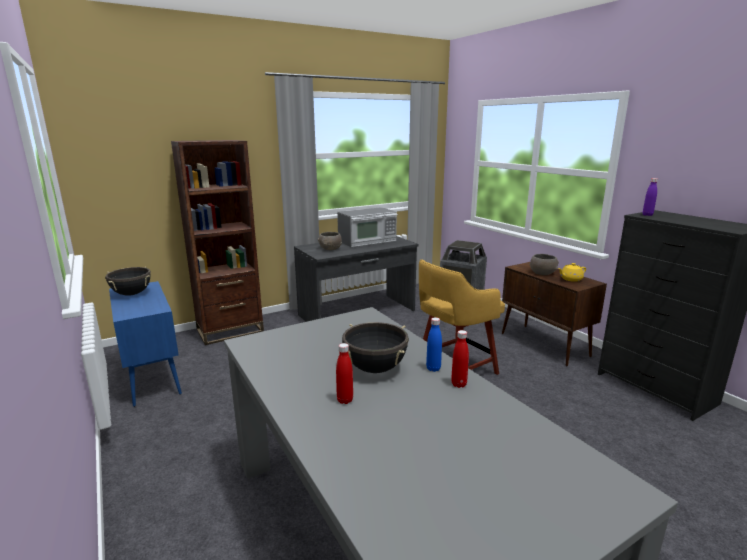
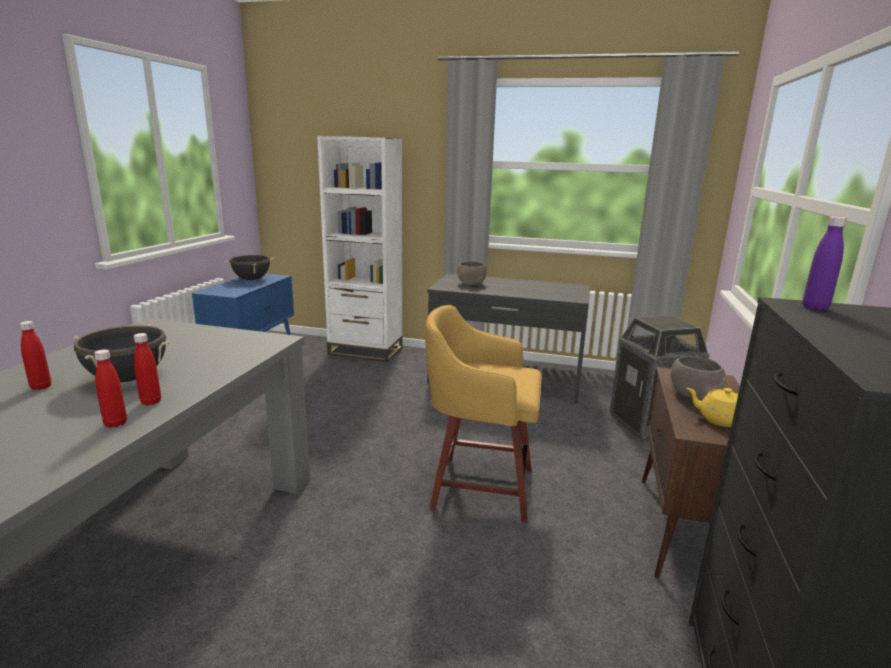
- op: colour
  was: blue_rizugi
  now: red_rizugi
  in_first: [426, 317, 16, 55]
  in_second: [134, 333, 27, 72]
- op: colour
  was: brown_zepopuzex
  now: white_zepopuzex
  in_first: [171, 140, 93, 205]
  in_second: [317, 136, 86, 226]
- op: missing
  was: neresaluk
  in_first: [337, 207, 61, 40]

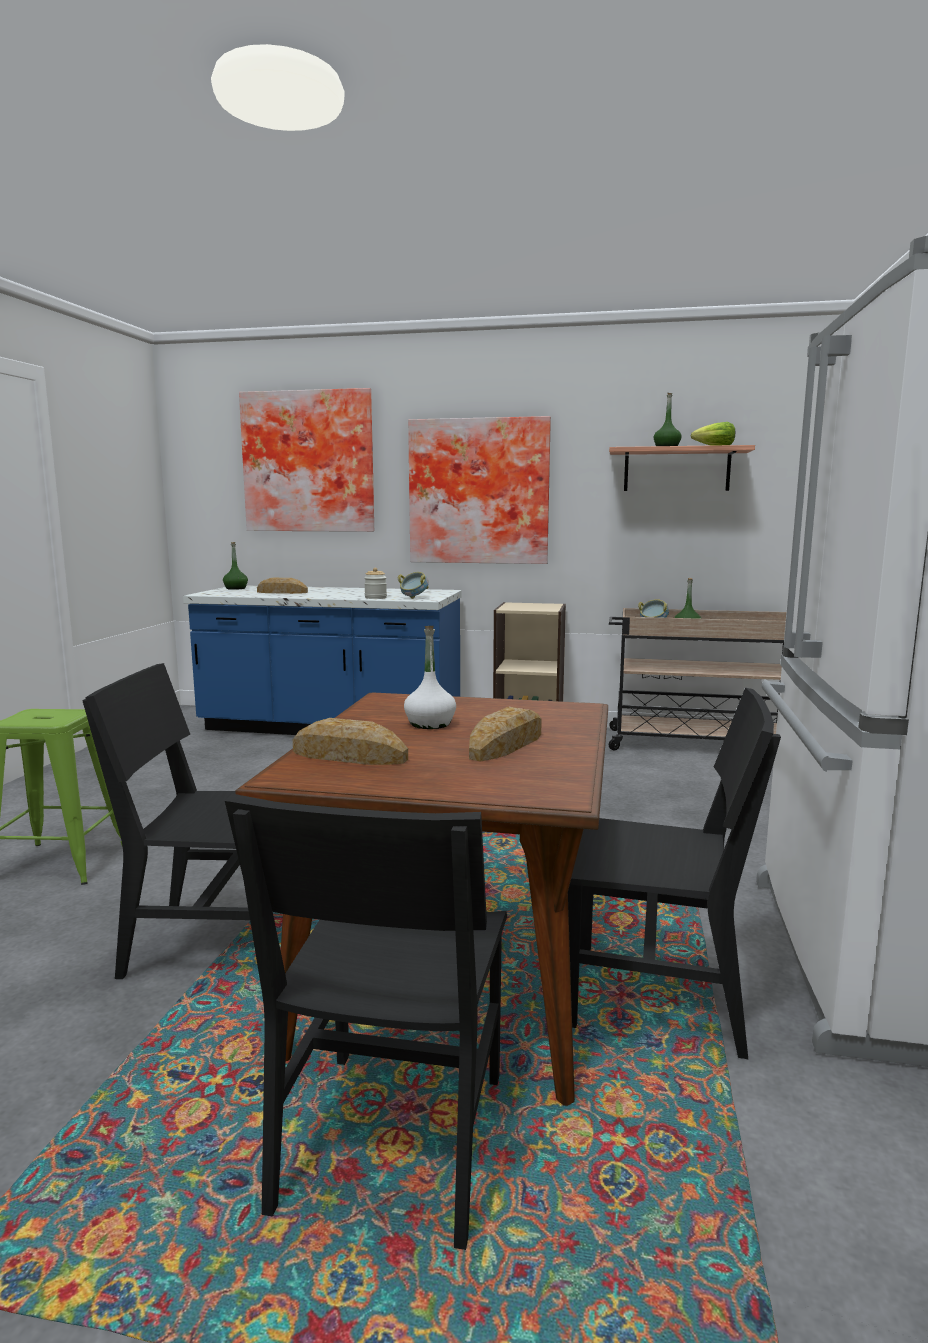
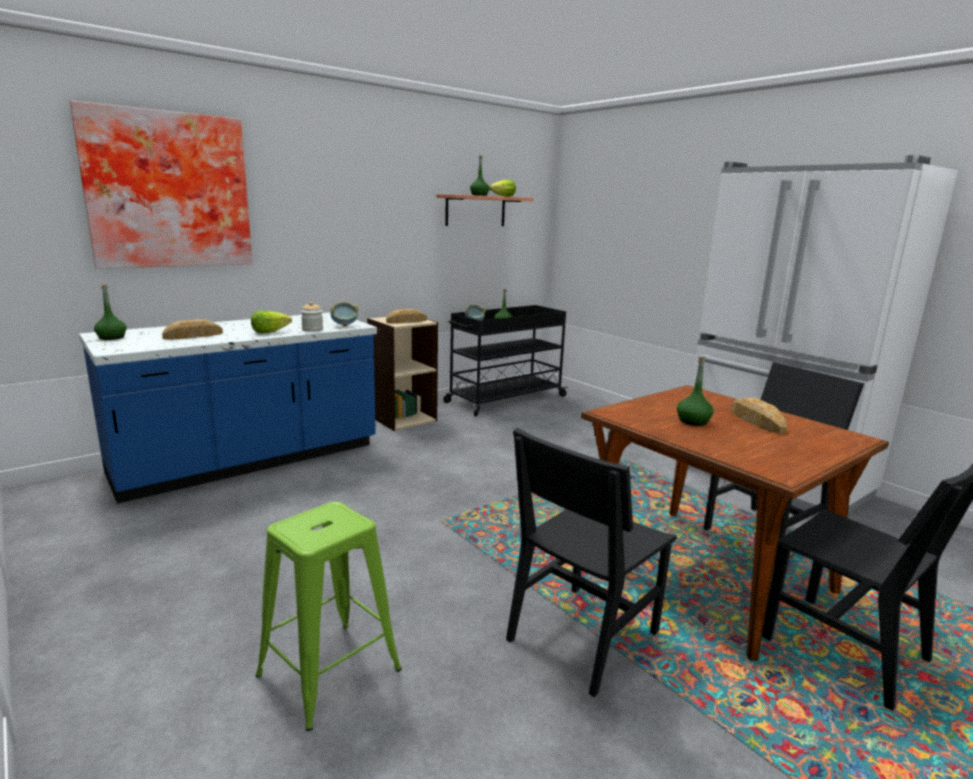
- op: appeared
  now: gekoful
  in_second: [251, 311, 41, 23]
- op: relocated
  was: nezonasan
  in_first: [293, 718, 115, 47]
  in_second: [386, 309, 41, 14]
- op: colour
  was: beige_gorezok
  now: black_gorezok
  in_first: [609, 608, 177, 143]
  in_second: [443, 305, 125, 111]
- op: colour
  was: white_rizugi
  now: green_rizugi
  in_first: [404, 626, 52, 103]
  in_second: [677, 356, 37, 70]
- op: missing
  was: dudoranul
  in_first: [408, 416, 143, 148]

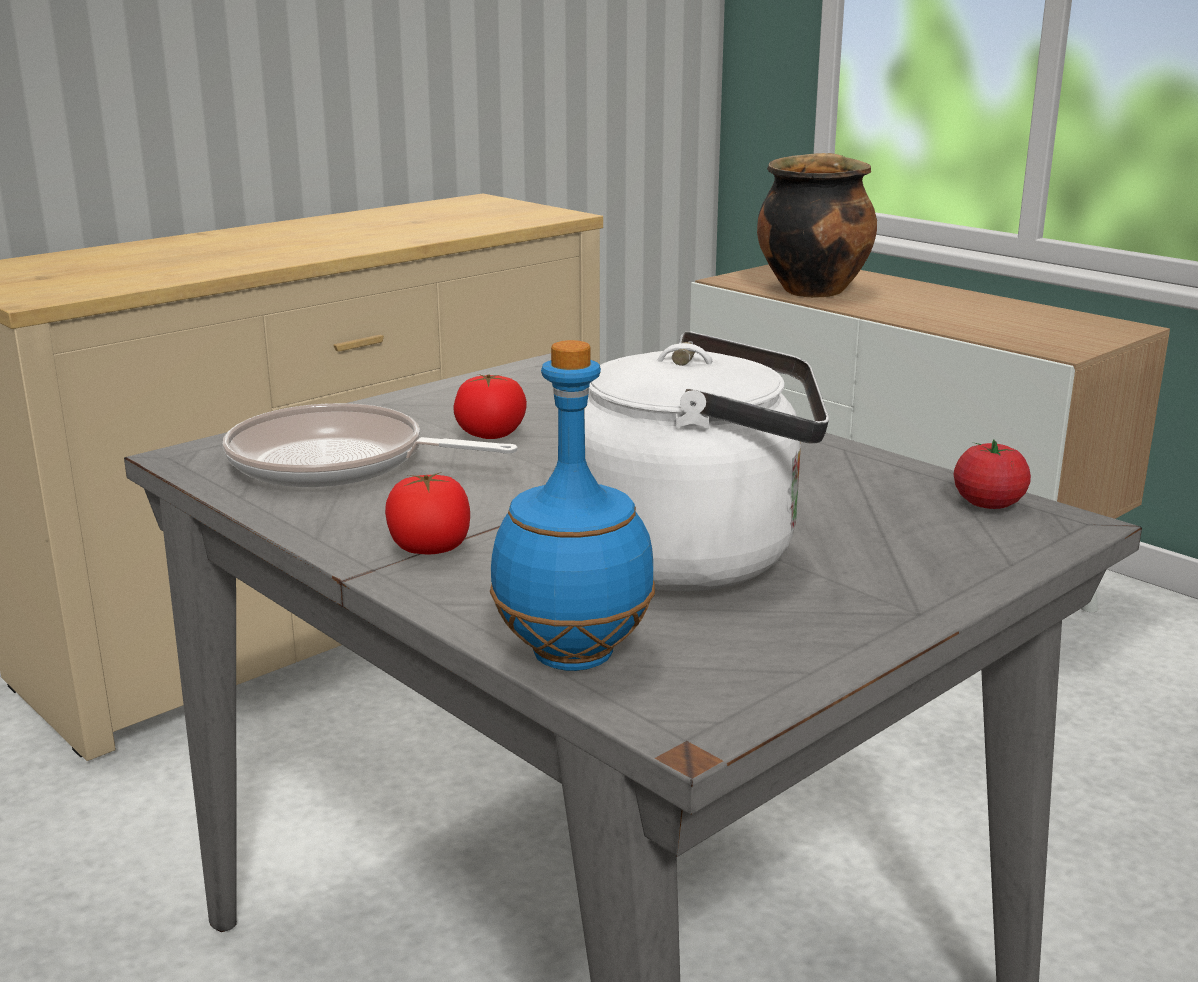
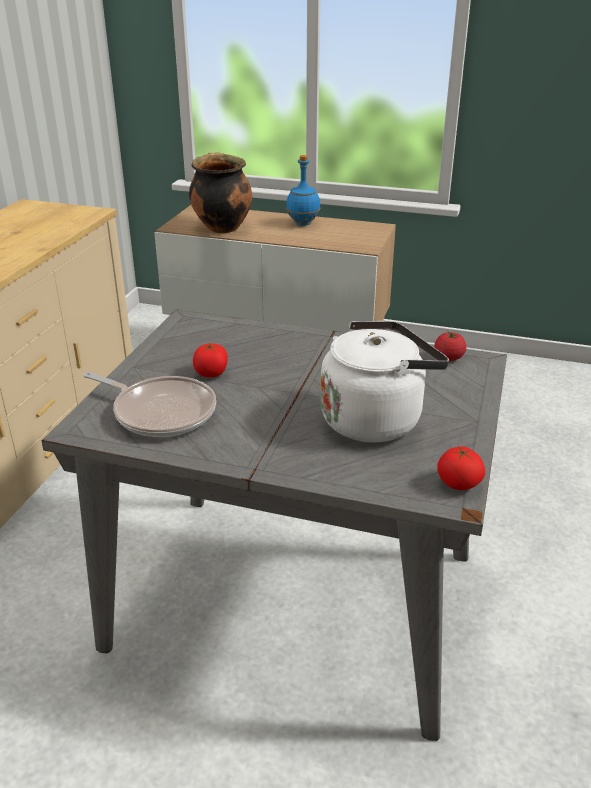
- op: spun
  was: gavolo
  in_first: [223, 403, 294, 84]
  in_second: [83, 372, 133, 65]
  clockwise: -135
- op: relocated
  was: blue_rizugi
  in_first: [490, 340, 165, 331]
  in_second: [286, 155, 34, 71]
- op: relocated
  was: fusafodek
  in_first: [385, 472, 85, 82]
  in_second: [437, 446, 48, 44]

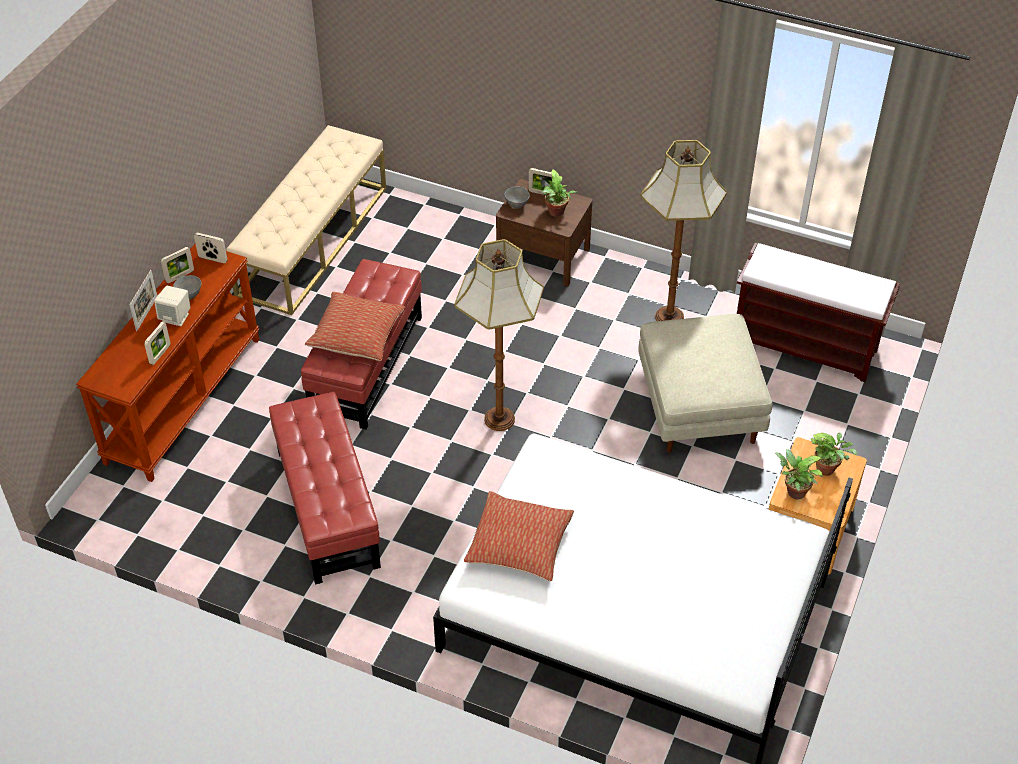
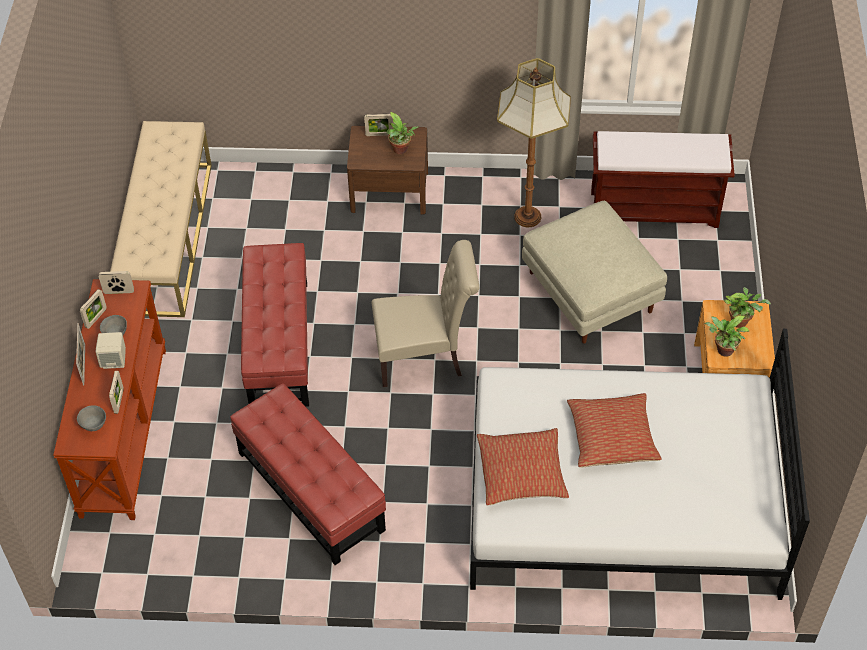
- op: relocated
  was: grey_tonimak
  in_first: [504, 186, 26, 22]
  in_second: [77, 405, 29, 26]
- op: exchanged
  was: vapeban
  now: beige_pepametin
  in_first: [454, 239, 90, 192]
  in_second: [372, 240, 107, 147]
- op: relocated
  was: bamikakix
  in_first: [305, 292, 100, 69]
  in_second: [567, 393, 94, 75]

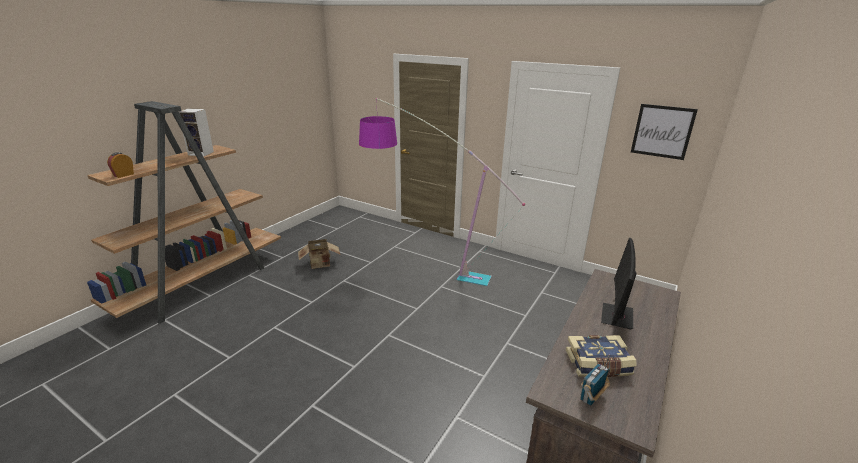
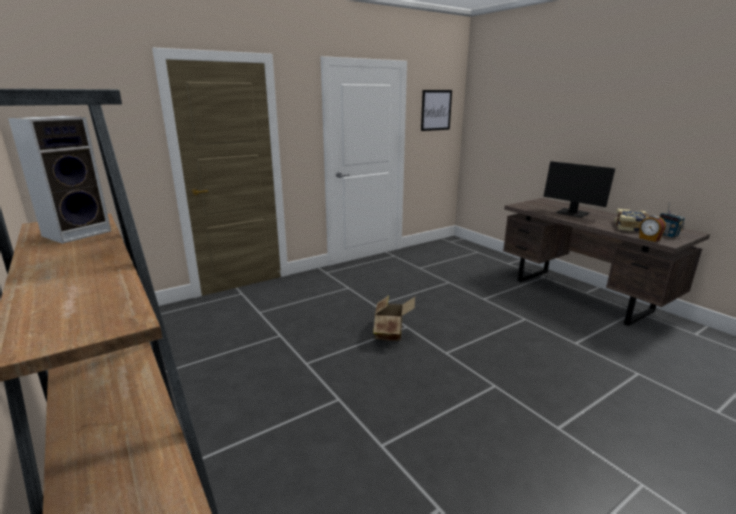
- op: relocated
  was: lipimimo
  in_first: [298, 239, 43, 30]
  in_second: [373, 295, 42, 46]
- op: relocated
  was: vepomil
  in_first: [107, 152, 27, 26]
  in_second: [639, 216, 27, 26]
- op: missing
  was: vapeban
  in_first: [359, 98, 166, 188]

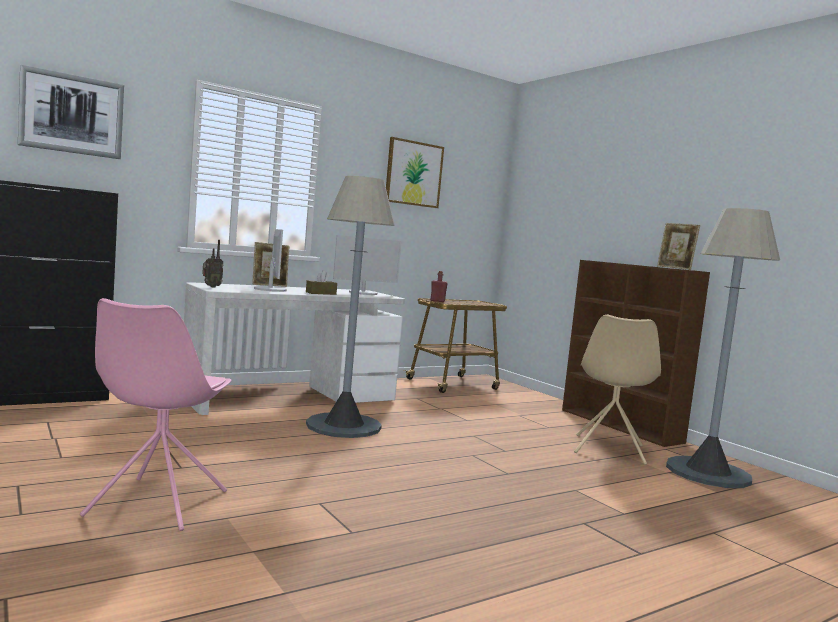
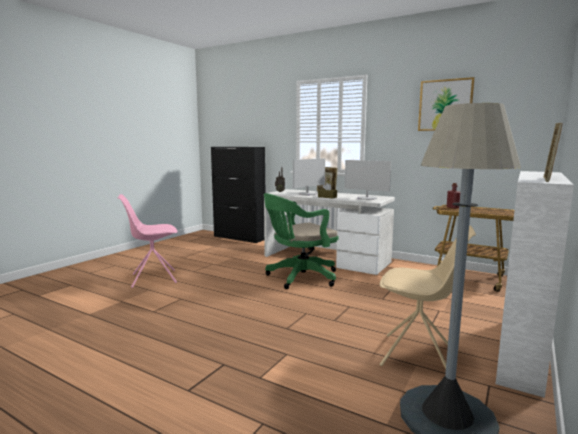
- op: exchanged
  was: grey_vapeban
  now: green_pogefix
  in_first: [306, 176, 89, 262]
  in_second: [264, 193, 75, 96]
- op: spun
  was: beige_pepametin
  in_first: [574, 315, 87, 150]
  in_second: [379, 226, 97, 143]
  clockwise: -150
- op: colour
  was: brown_zepopuzex
  now: white_zepopuzex
  in_first: [562, 260, 148, 187]
  in_second: [496, 171, 78, 227]
- op: missing
  was: dudoranul
  in_first: [18, 65, 106, 94]

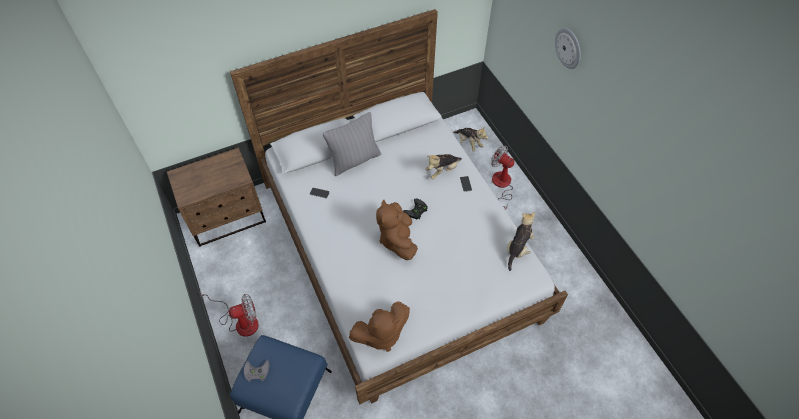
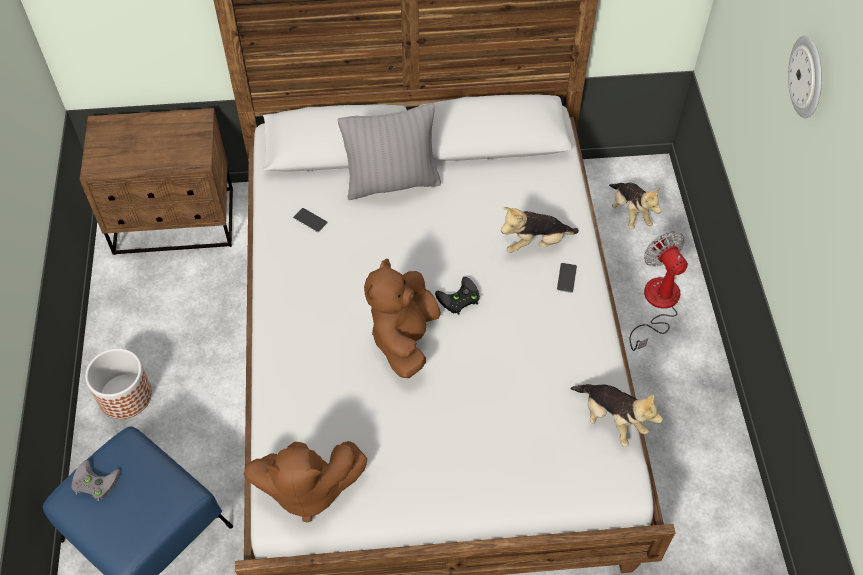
- op: exchanged
  was: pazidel
  now: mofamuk
  in_first: [200, 291, 59, 46]
  in_second: [85, 348, 67, 71]
- op: spun
  was: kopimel
  in_first: [507, 212, 28, 59]
  in_second: [570, 384, 93, 63]
  clockwise: 90

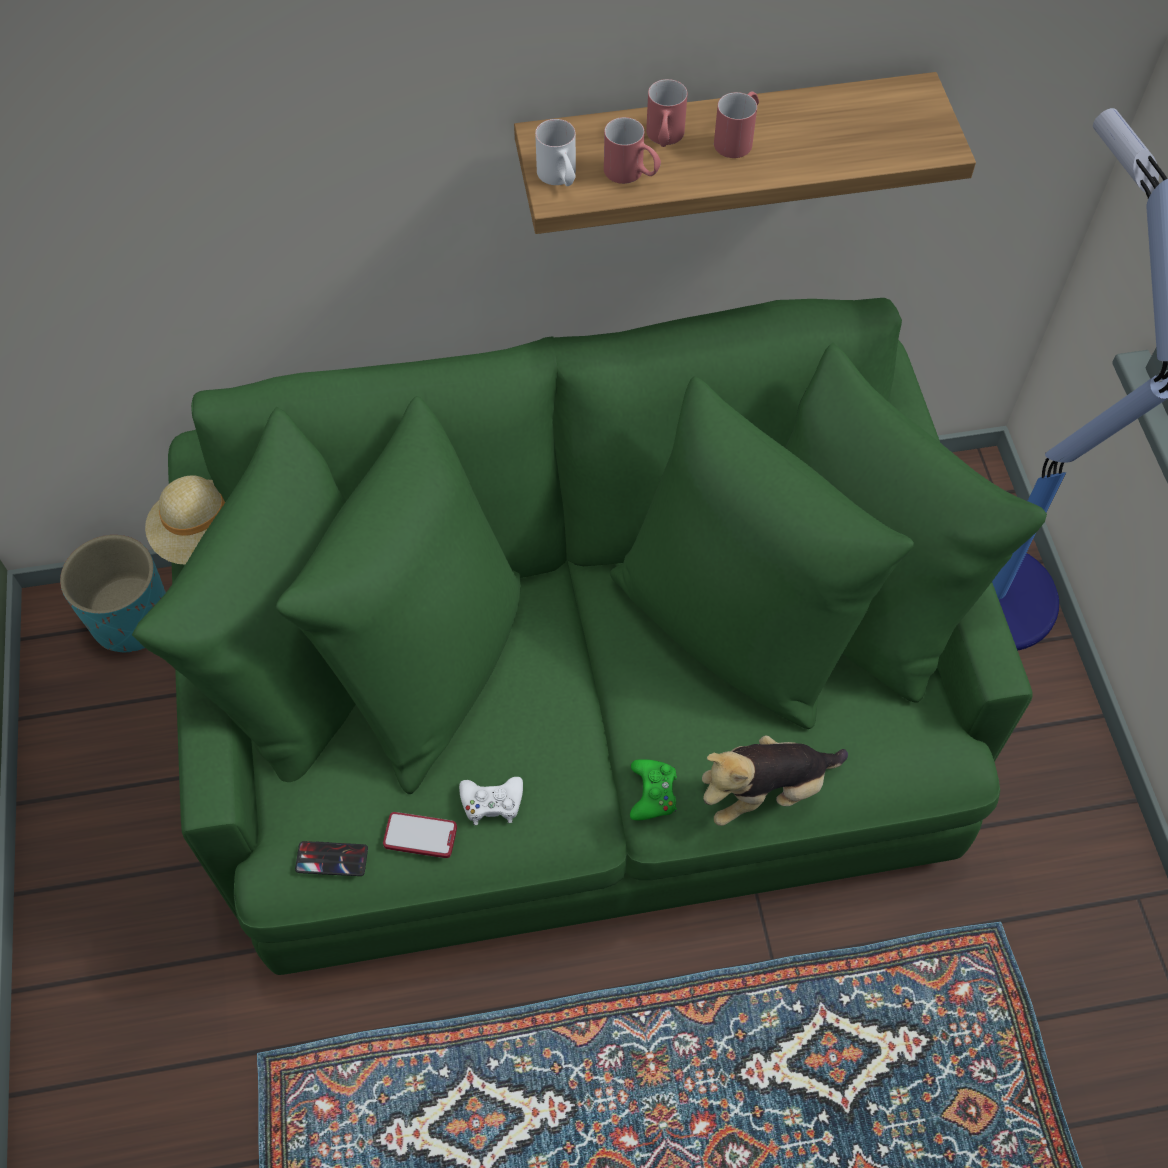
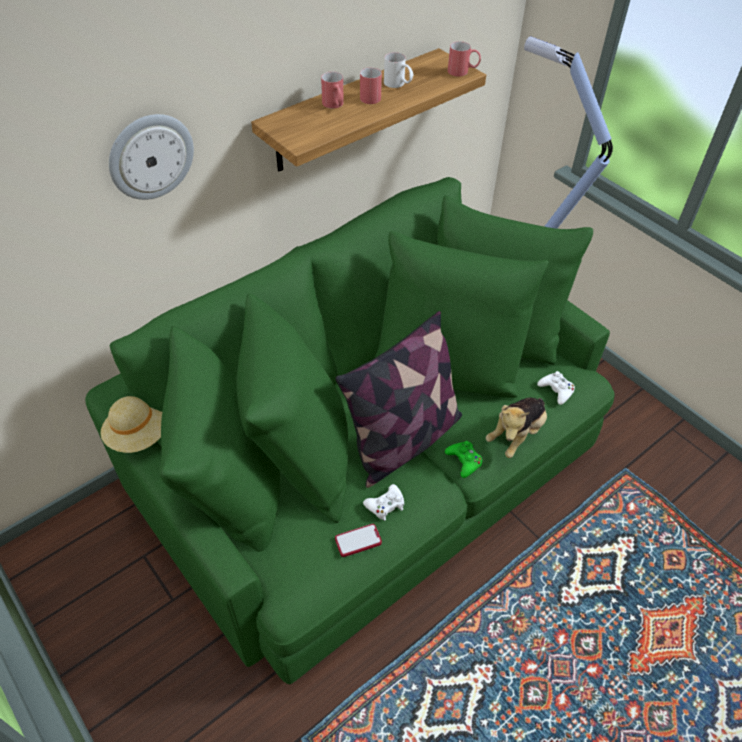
- op: appeared
  now: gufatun
  in_second: [109, 114, 85, 86]
- op: appeared
  now: bamikakix
  in_second: [335, 311, 127, 177]
- op: relocated
  was: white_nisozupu
  in_first: [535, 119, 41, 67]
  in_second: [384, 52, 29, 36]
- op: relocated
  was: red_nisozupu
  in_first: [604, 117, 57, 67]
  in_second: [448, 41, 33, 36]
- op: appeared
  now: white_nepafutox
  in_second: [537, 371, 38, 34]
- op: missing
  was: turquoise_mofamuk
  in_first: [60, 535, 106, 117]
- op: missing
  was: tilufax
  in_first: [295, 841, 73, 35]

